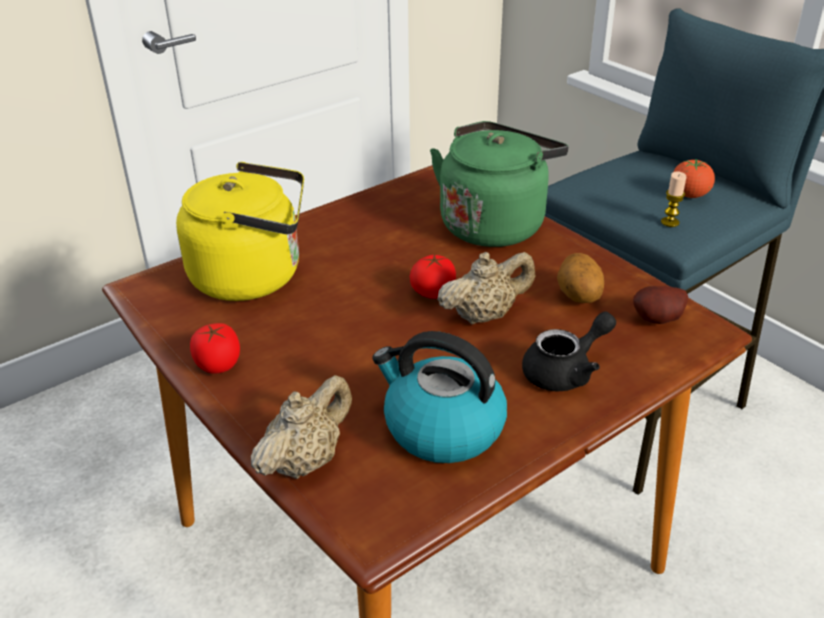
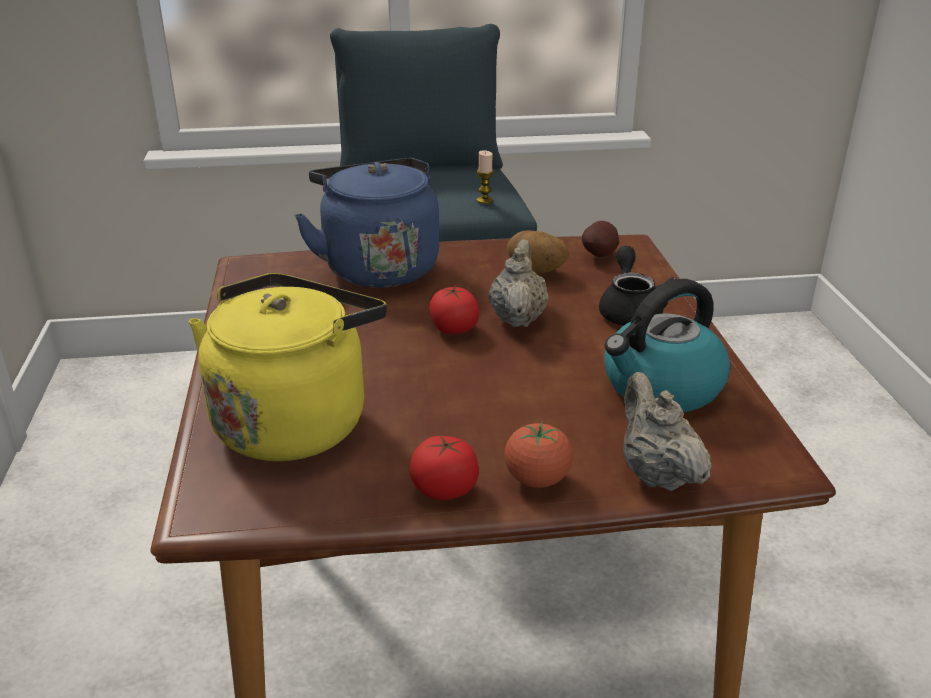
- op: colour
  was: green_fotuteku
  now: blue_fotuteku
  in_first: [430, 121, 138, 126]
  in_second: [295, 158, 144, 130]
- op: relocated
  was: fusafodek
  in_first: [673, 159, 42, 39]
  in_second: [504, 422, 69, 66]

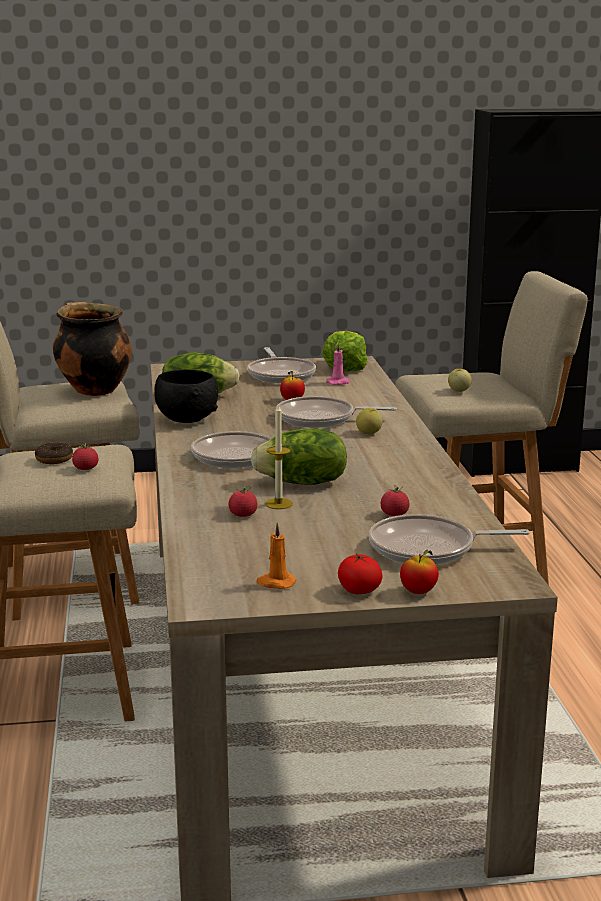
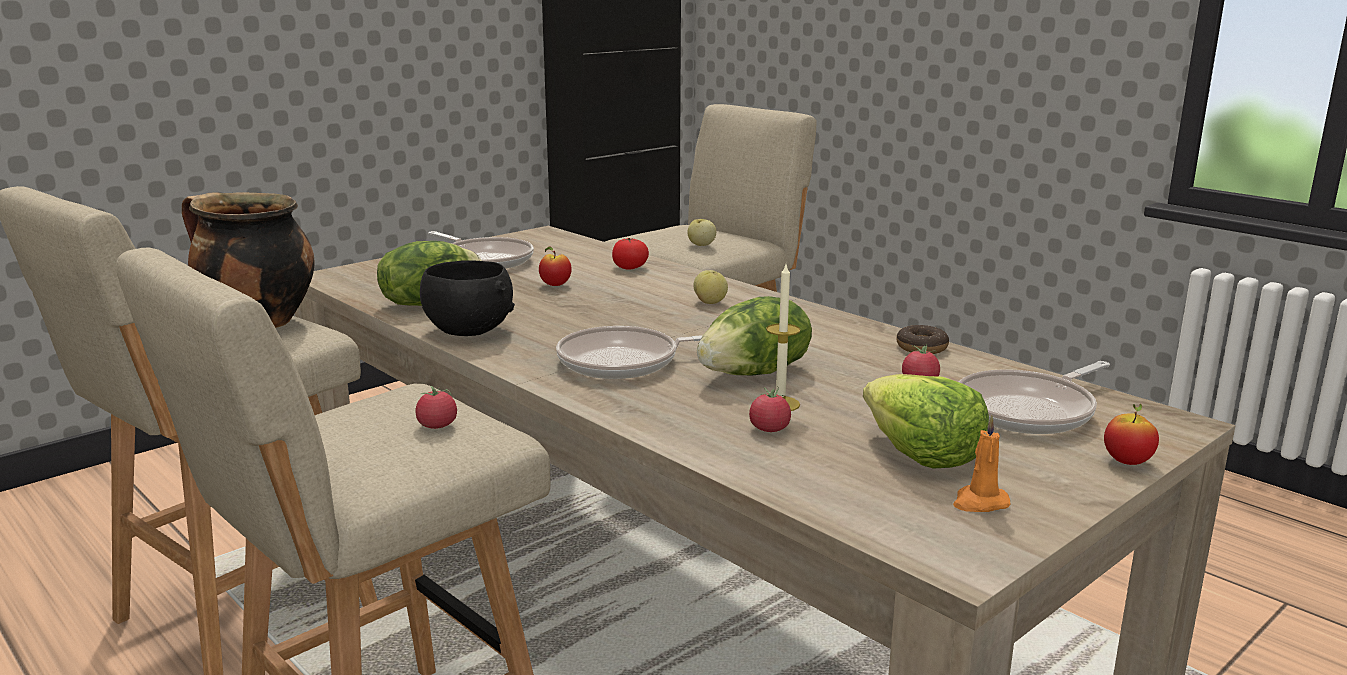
- op: relocated
  was: fusafodek
  in_first: [338, 554, 44, 40]
  in_second: [612, 238, 37, 32]
- op: relocated
  was: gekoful
  in_first: [322, 331, 46, 41]
  in_second: [863, 374, 126, 95]
- op: relocated
  was: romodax
  in_first: [35, 442, 38, 22]
  in_second: [897, 325, 52, 29]
- op: missing
  was: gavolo
  in_first: [276, 396, 121, 32]
- op: missing
  was: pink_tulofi
  in_first: [326, 343, 25, 42]

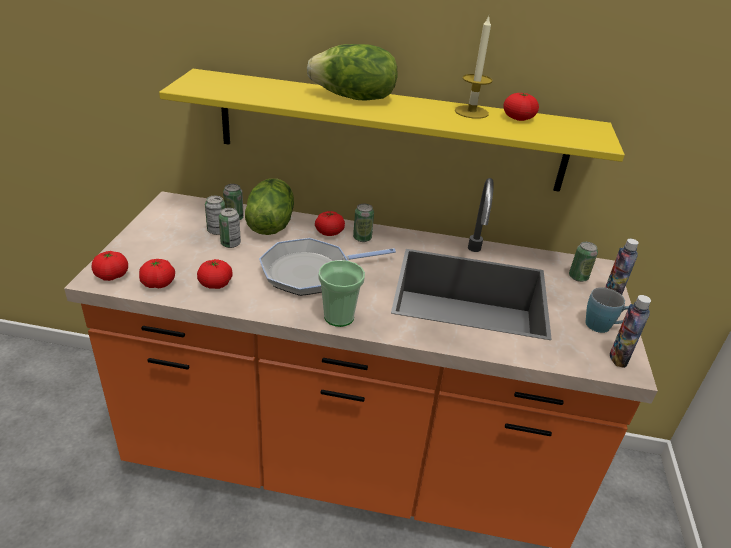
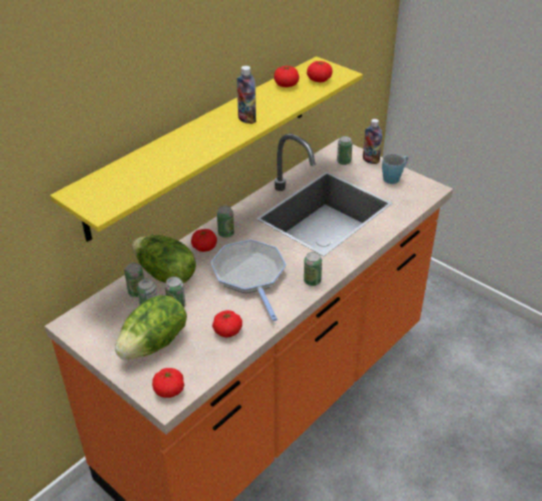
- op: relocated
  was: gekoful
  in_first: [307, 44, 91, 57]
  in_second: [115, 295, 72, 65]
- op: spun
  was: gavolo
  in_first: [259, 238, 137, 58]
  in_second: [211, 239, 75, 82]
  clockwise: 150
- op: relocated
  was: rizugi
  in_first: [610, 295, 41, 73]
  in_second: [237, 66, 19, 58]
- op: exchanged
  was: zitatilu
  now: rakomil
  in_first: [318, 260, 47, 67]
  in_second: [304, 252, 18, 34]
- op: relocated
  was: fusafodek
  in_first: [139, 259, 36, 29]
  in_second: [307, 61, 26, 22]
- op: missing
  was: tulofi
  in_first: [455, 16, 37, 103]

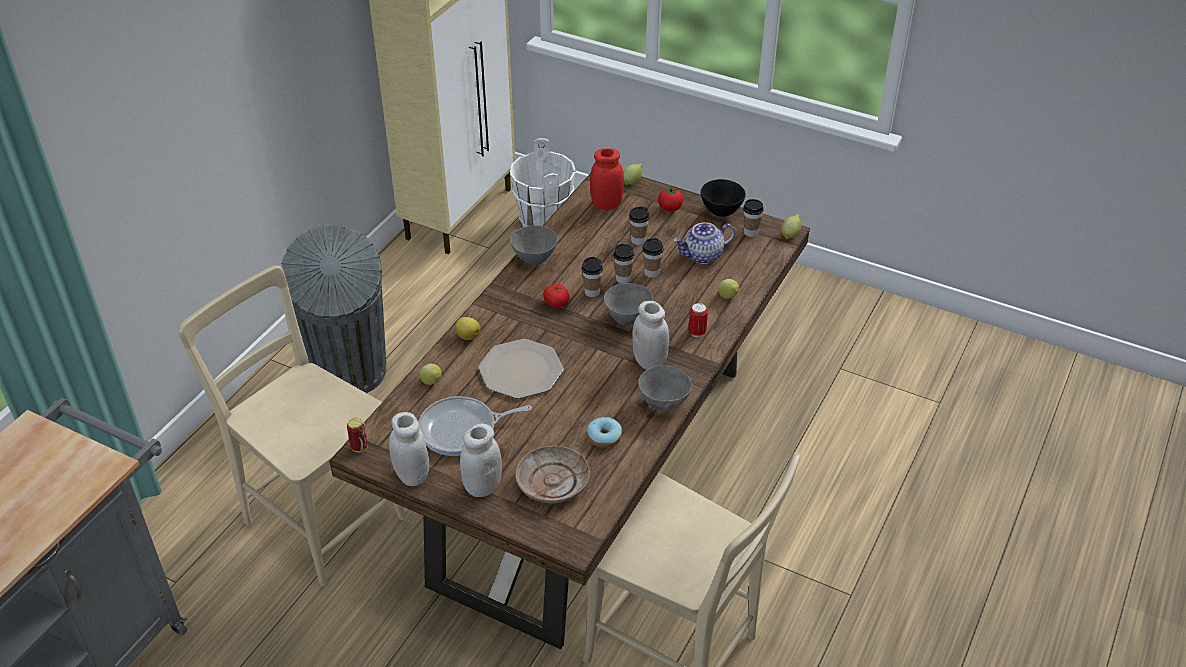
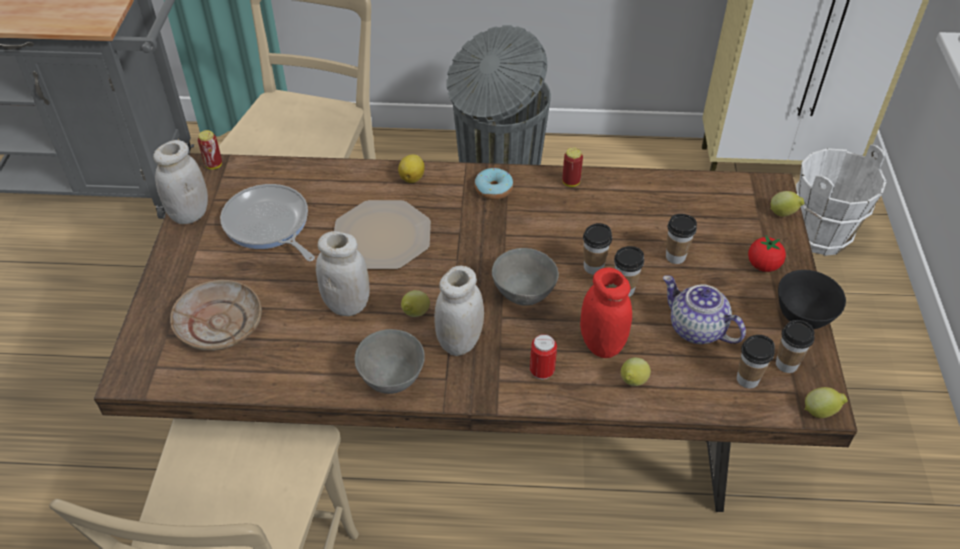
- op: relocated
  was: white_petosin
  in_first: [460, 424, 42, 73]
  in_second: [316, 231, 54, 85]
- op: relocated
  was: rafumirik
  in_first: [420, 364, 22, 21]
  in_second: [401, 290, 29, 27]
- op: relocated
  was: romodax
  in_first: [587, 417, 35, 31]
  in_second: [475, 168, 38, 32]
- op: exchanged
  was: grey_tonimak
  now: rakomil
  in_first: [510, 225, 48, 40]
  in_second: [562, 148, 21, 39]
- op: relocated
  was: red_petosin
  in_first: [590, 148, 34, 62]
  in_second: [580, 267, 52, 91]
- op: relocated
  was: zitatilu
  in_first: [582, 257, 21, 40]
  in_second: [737, 335, 38, 54]
- op: missing
  was: fusafodek
  in_first: [543, 284, 26, 24]

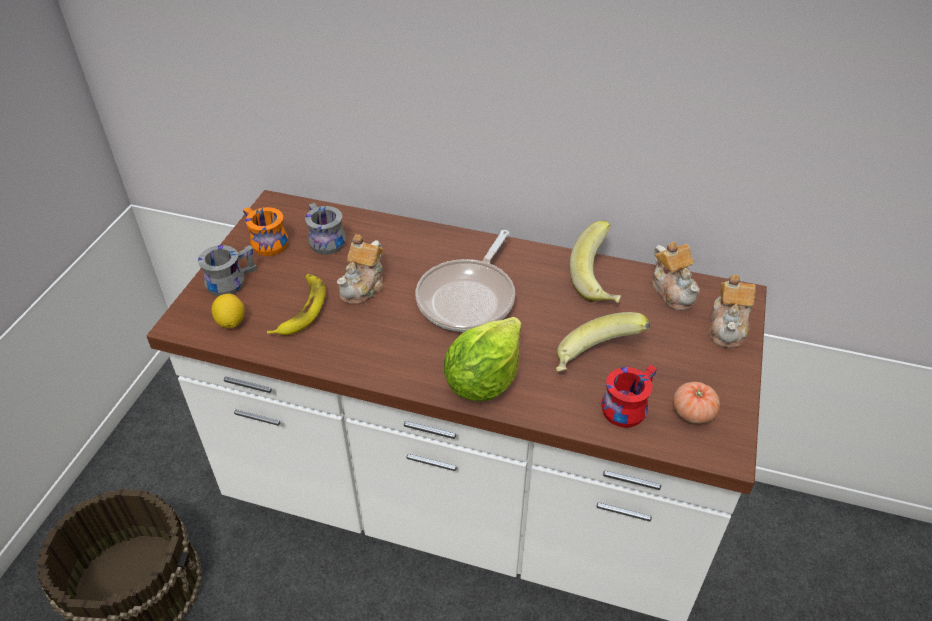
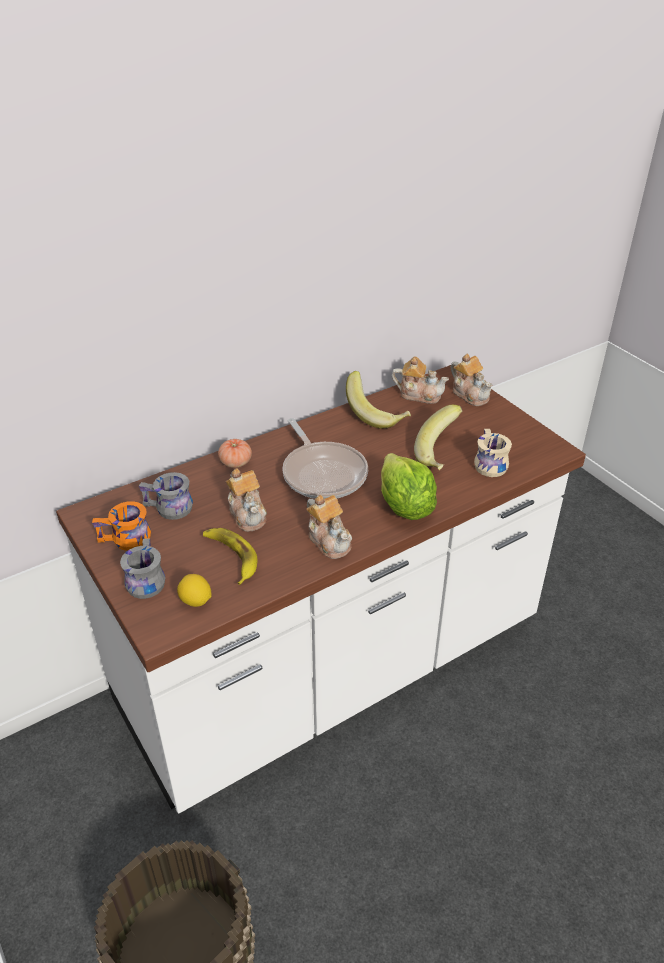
- op: relocated
  was: fusafodek
  in_first: [673, 382, 47, 42]
  in_second: [218, 439, 34, 29]
- op: appeared
  now: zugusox
  in_second: [306, 495, 46, 64]
- op: colour
  was: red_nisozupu
  now: beige_nisozupu
  in_first: [601, 365, 56, 63]
  in_second: [474, 429, 38, 48]

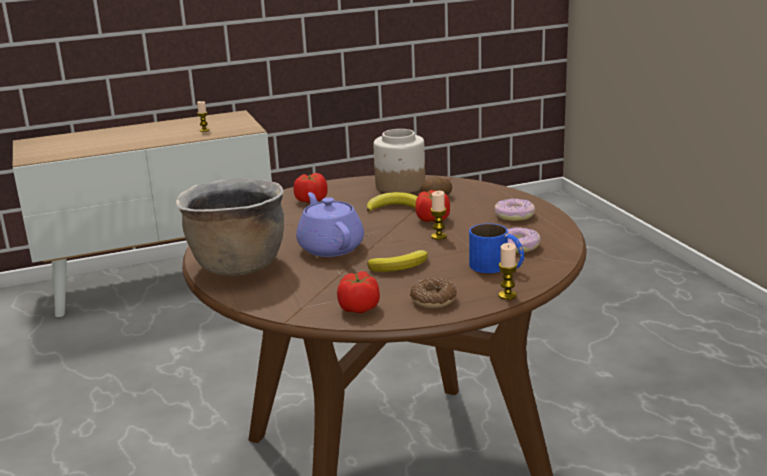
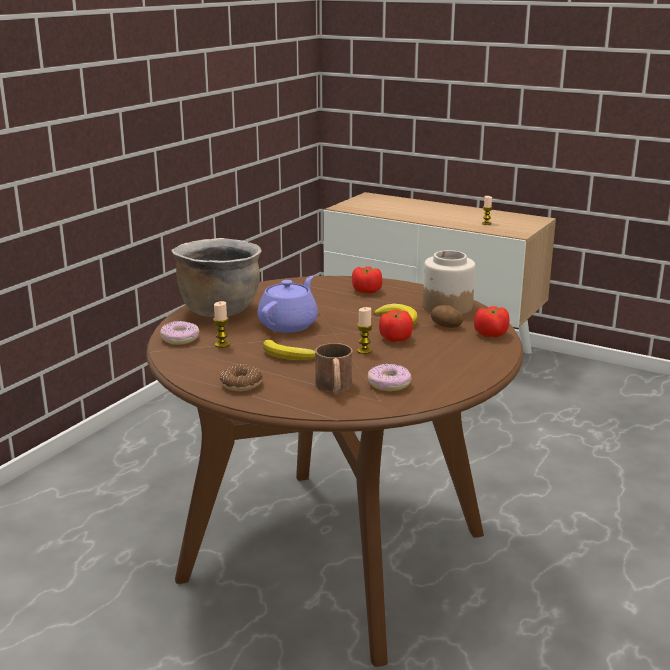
- op: relocated
  was: romodax
  in_first: [494, 199, 41, 22]
  in_second: [160, 321, 39, 24]
- op: relocated
  was: tulofi
  in_first: [498, 243, 19, 57]
  in_second: [213, 301, 17, 47]
- op: colour
  was: blue_nisozupu
  now: brown_nisozupu
  in_first: [469, 223, 55, 50]
  in_second: [315, 343, 38, 52]
- op: relocated
  was: fusafodek
  in_first: [337, 271, 43, 43]
  in_second: [474, 306, 36, 31]

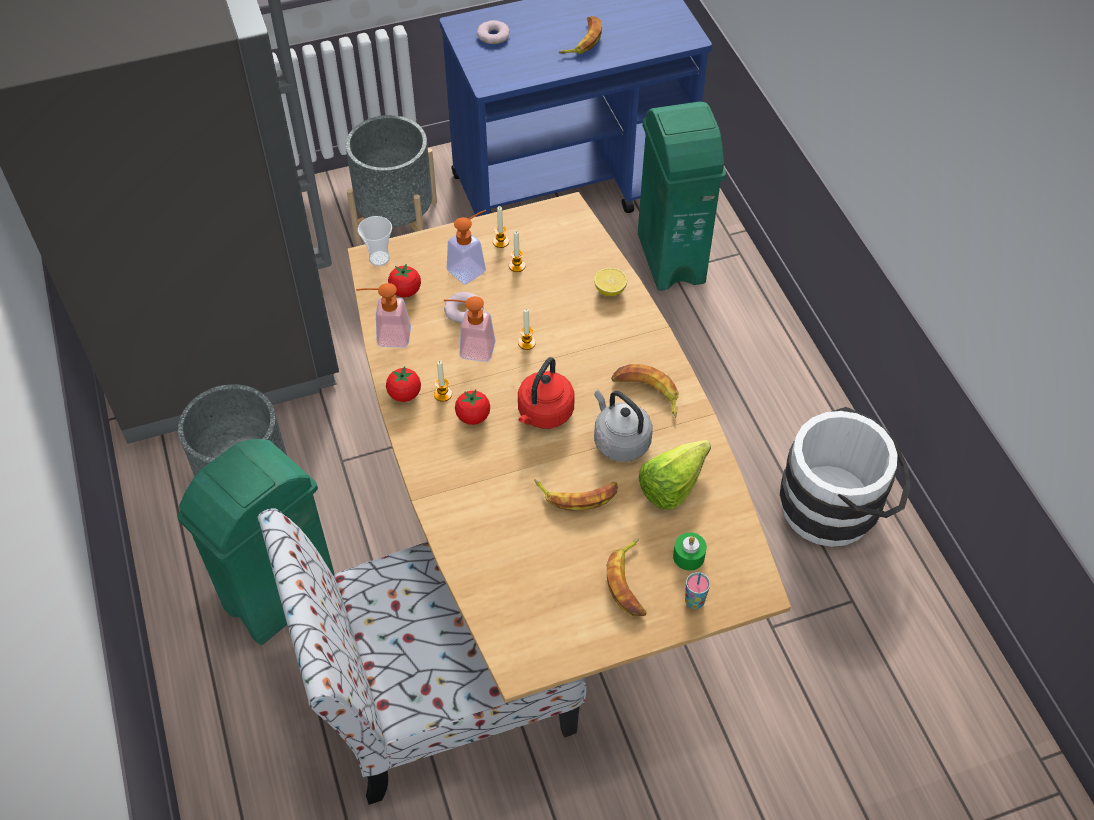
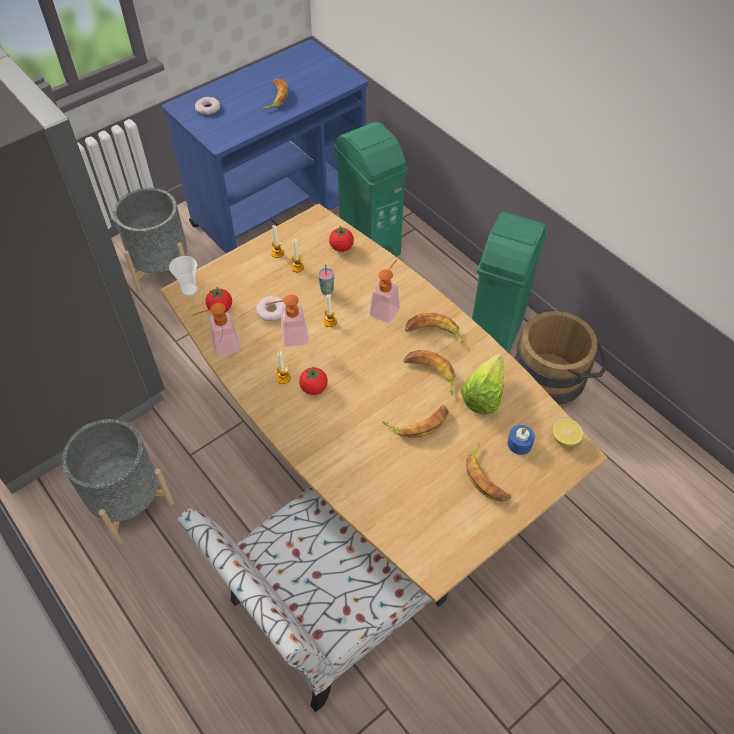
- op: relocated
  was: zitatilu
  in_first: [685, 572, 25, 37]
  in_second: [318, 264, 16, 31]
- op: relocated
  was: fusafodek
  in_first: [386, 366, 35, 36]
  in_second: [329, 226, 25, 26]
- op: relocated
  was: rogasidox
  in_first: [447, 210, 39, 74]
  in_second: [369, 259, 31, 64]
- op: exchanged
  was: grey_fotuteku
  now: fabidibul
  in_first: [594, 390, 59, 72]
  in_second: [403, 350, 53, 46]
- op: relocated
  was: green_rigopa
  in_first: [177, 439, 158, 206]
  in_second: [472, 212, 75, 141]
- op: colour
  was: green_tulofi
  now: blue_tulofi
  in_first: [673, 532, 34, 39]
  in_second: [508, 425, 27, 30]
- op: colour
  was: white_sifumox
  now: brown_sifumox
  in_first: [780, 407, 131, 140]
  in_second: [514, 309, 94, 99]
- op: relocated
  was: rafumirik
  in_first: [594, 268, 33, 28]
  in_second: [553, 419, 30, 28]
- op: missing
  was: red_fotuteku
  in_first: [518, 357, 56, 72]

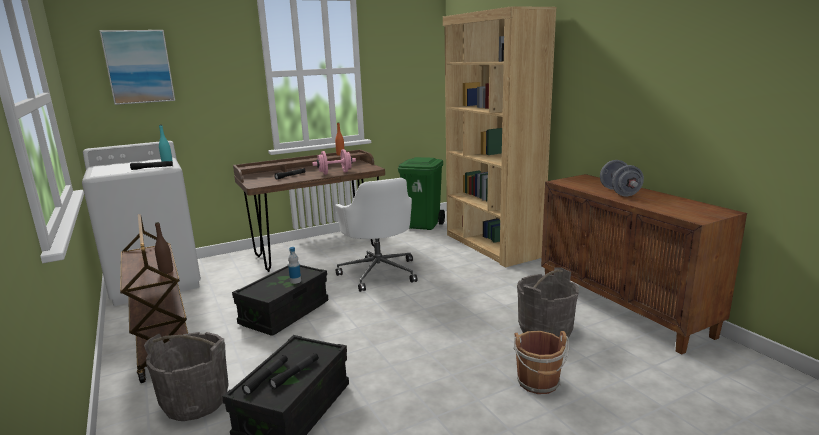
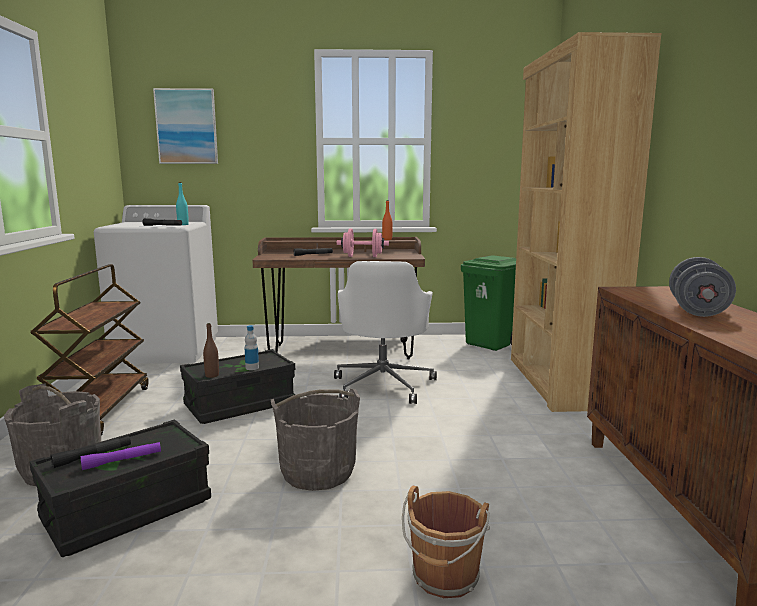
- op: colour
  was: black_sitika
  now: purple_sitika
  in_first: [269, 353, 50, 36]
  in_second: [81, 442, 80, 28]
- op: relocated
  was: brown_rizugi
  in_first: [155, 222, 18, 52]
  in_second: [203, 323, 16, 55]
- op: relocated
  was: grey_sifumox
  in_first: [517, 267, 62, 70]
  in_second: [271, 389, 89, 102]

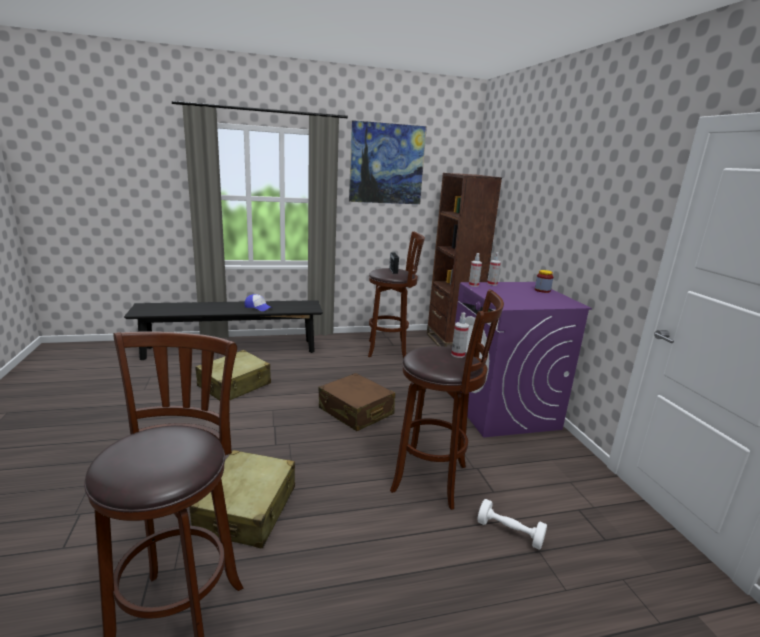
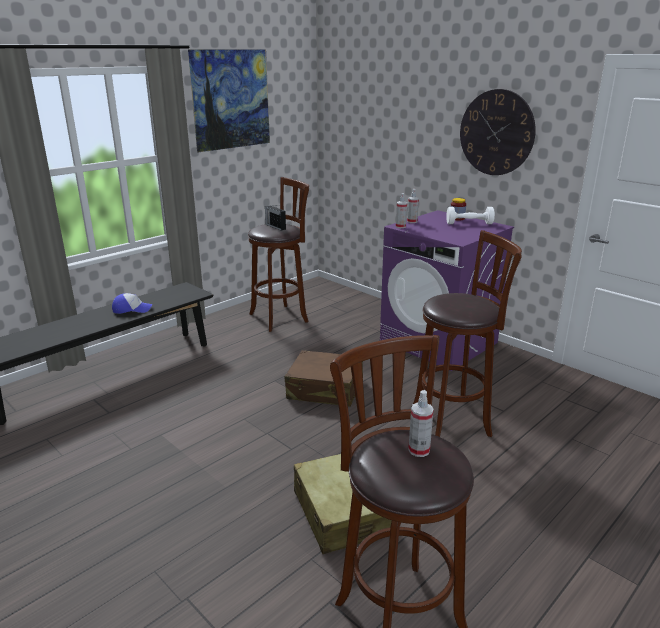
- op: relocated
  was: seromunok
  in_first: [451, 313, 18, 45]
  in_second: [408, 390, 26, 67]
- op: relocated
  was: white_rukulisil
  in_first: [477, 499, 70, 51]
  in_second: [446, 207, 49, 17]
- op: appeared
  now: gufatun
  in_second: [460, 89, 76, 86]
- op: missing
  was: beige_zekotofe
  in_first: [195, 350, 76, 51]
- op: missing
  was: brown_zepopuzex
  in_first: [427, 173, 75, 174]

